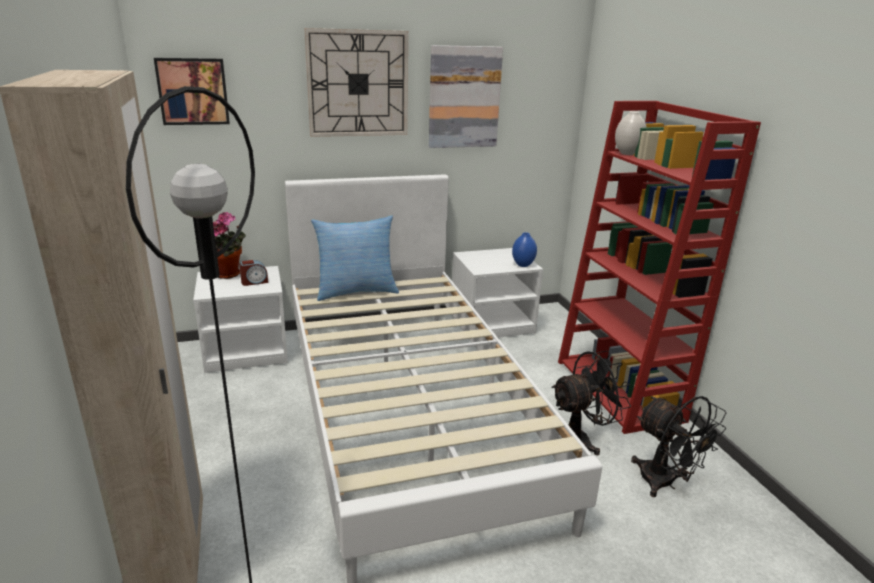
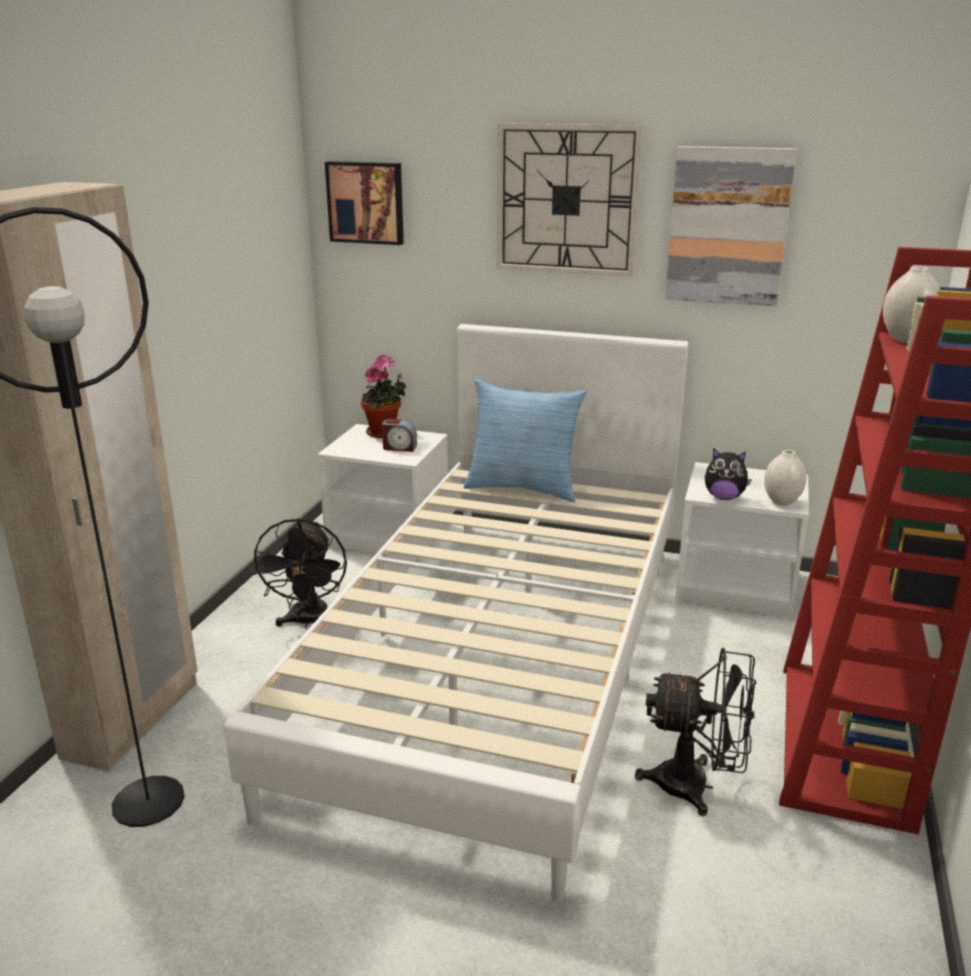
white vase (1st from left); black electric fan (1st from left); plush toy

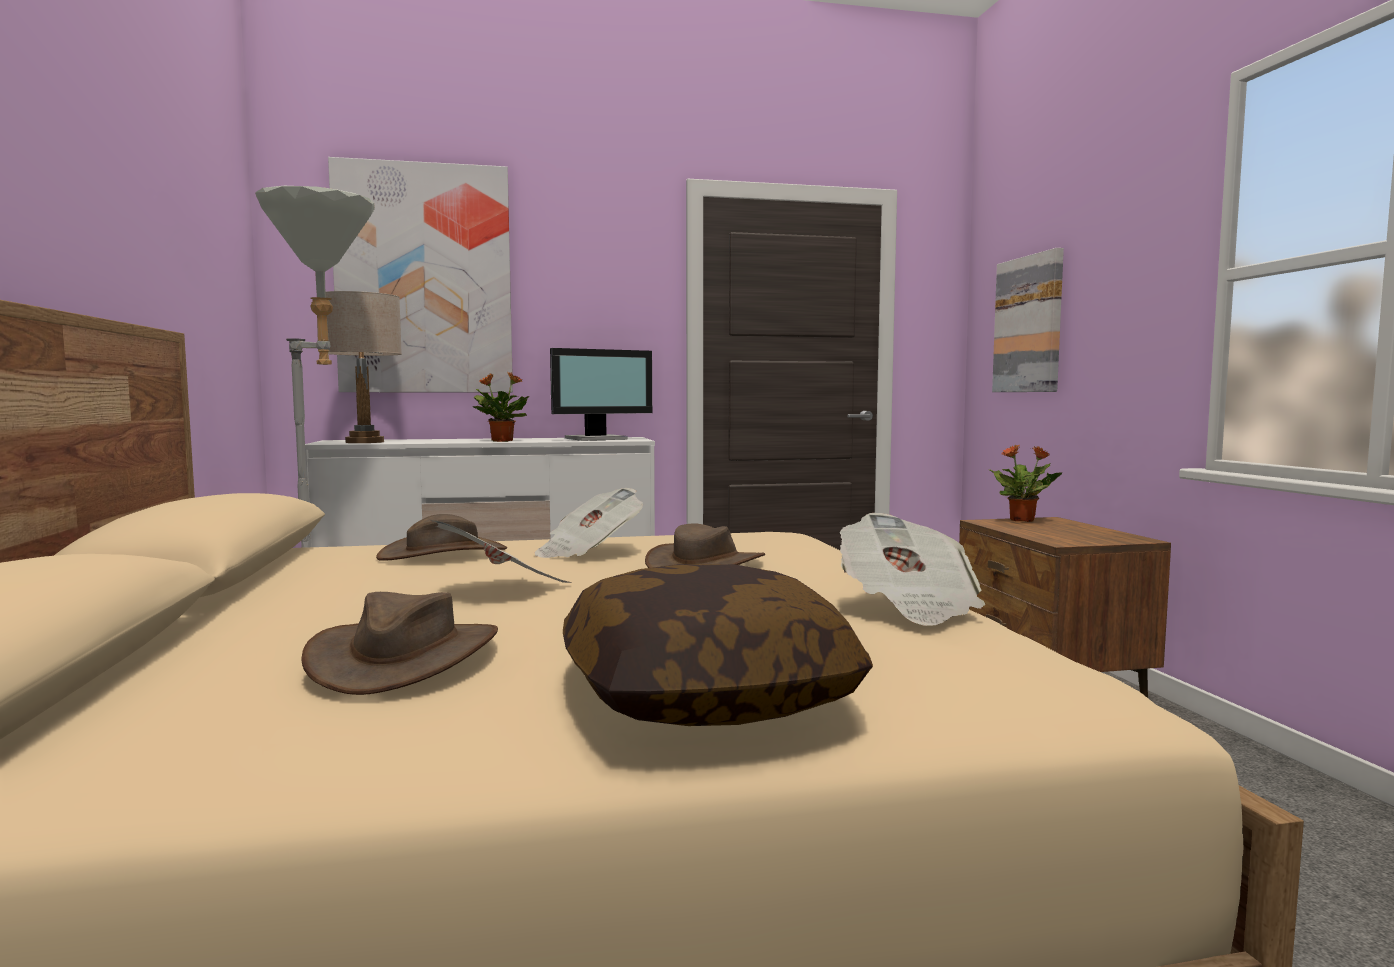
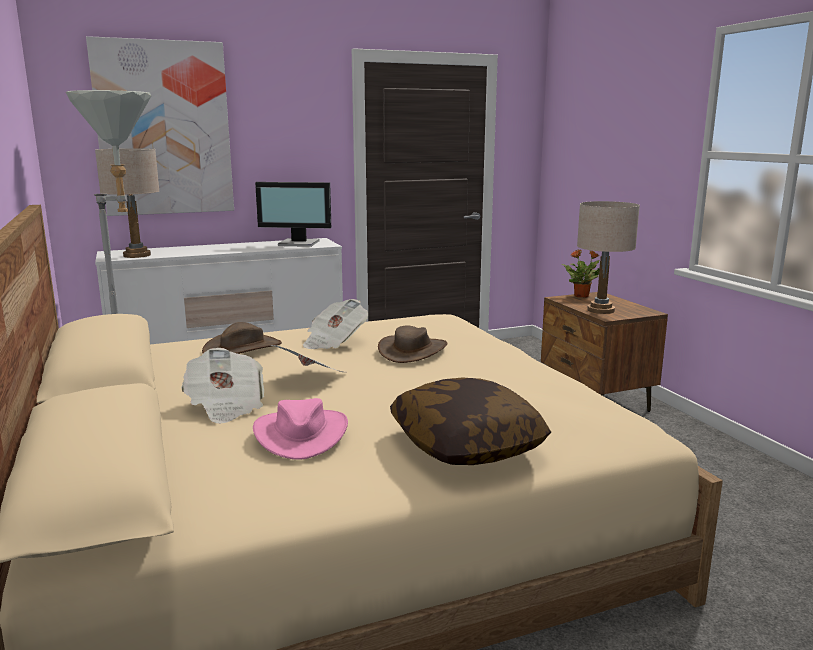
wall art (2nd from left in the first image); computer display; houseplant (1st from left in the first image); printed paper (1st from left); pink hat; sand-coloured lamp for a table (2nd from left)

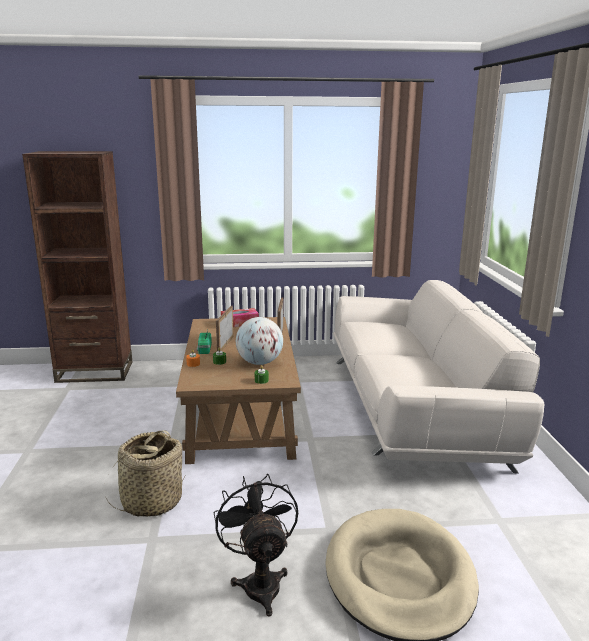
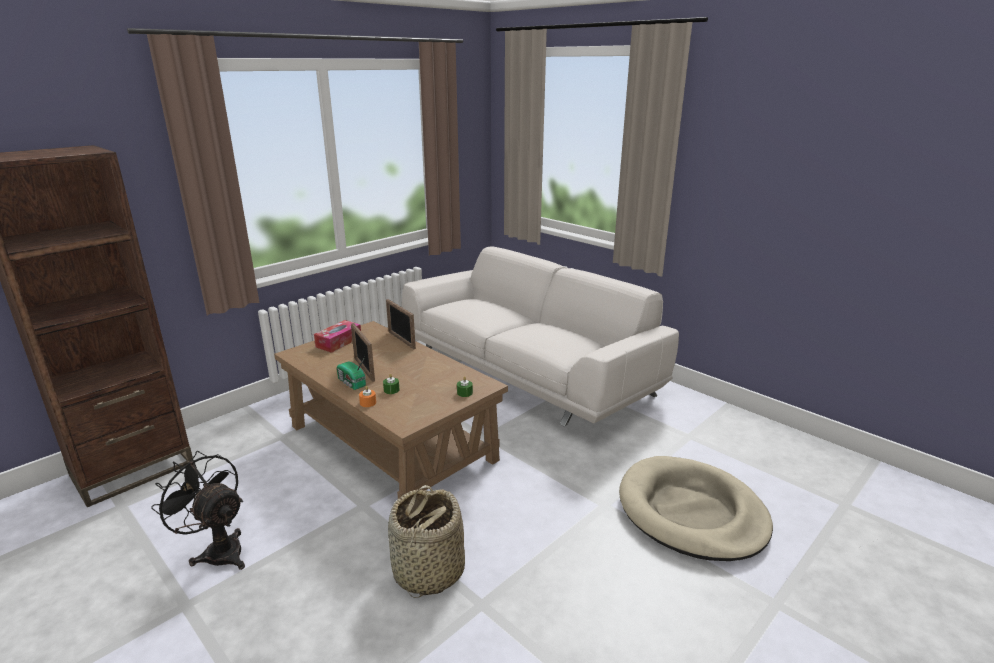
desk globe; black electric fan

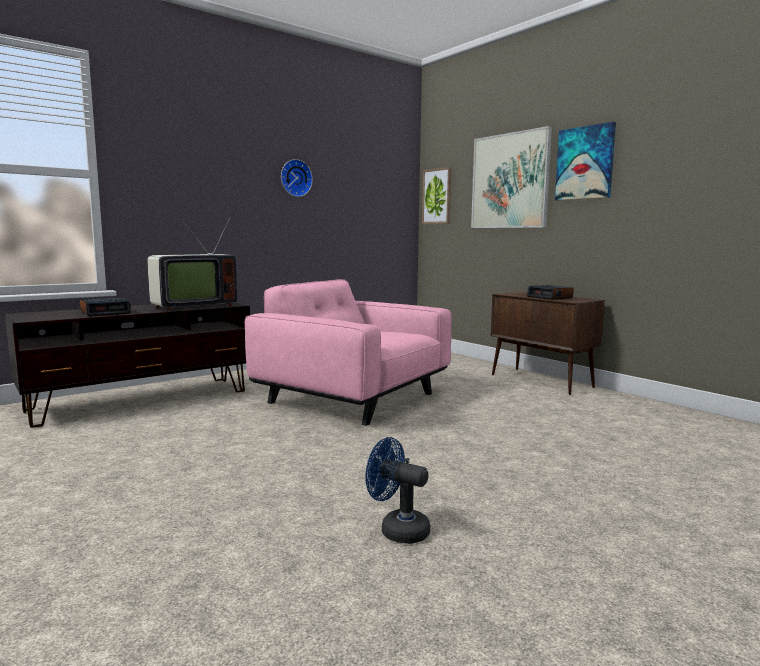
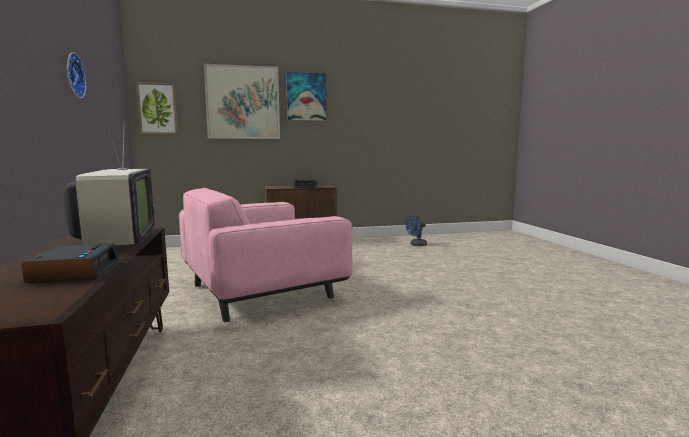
blue-coloured electric fan

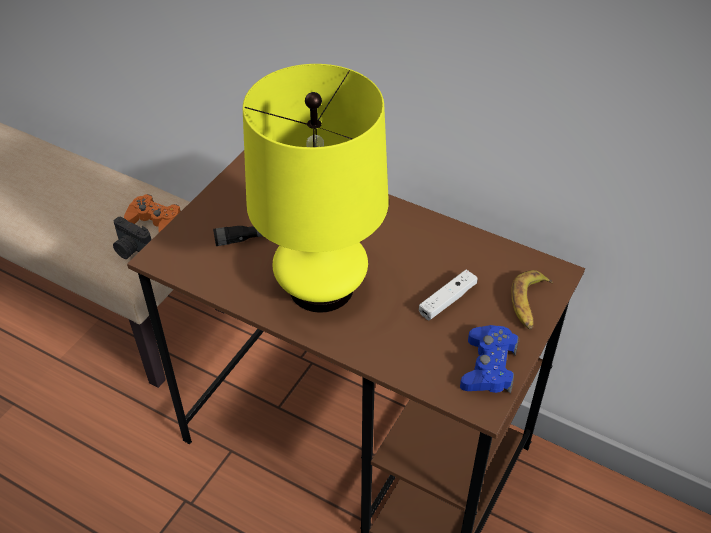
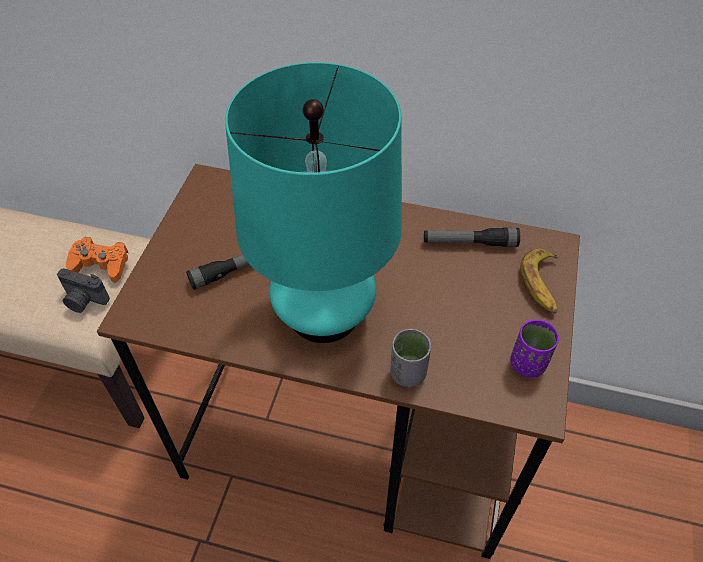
blue-green lamp for a table; white joypad; purple-coloured small cup; hand torch (2nd from left); greyish small cup

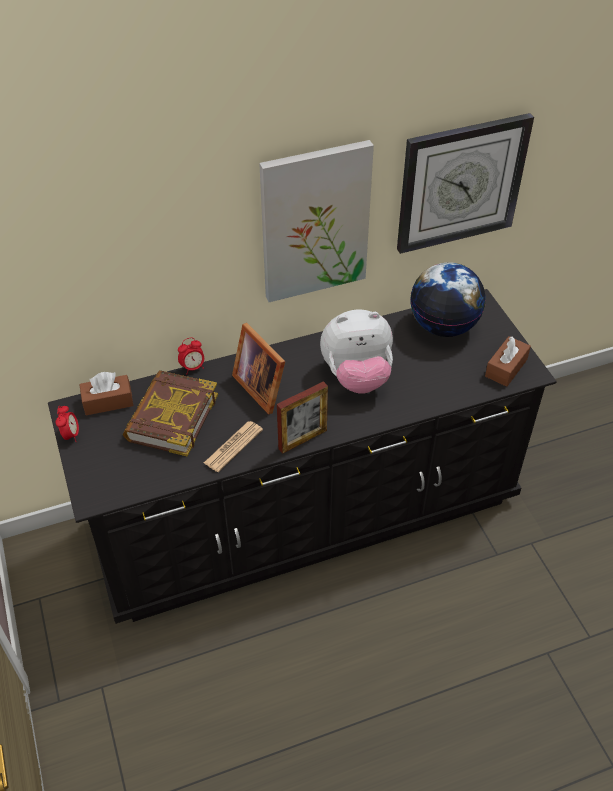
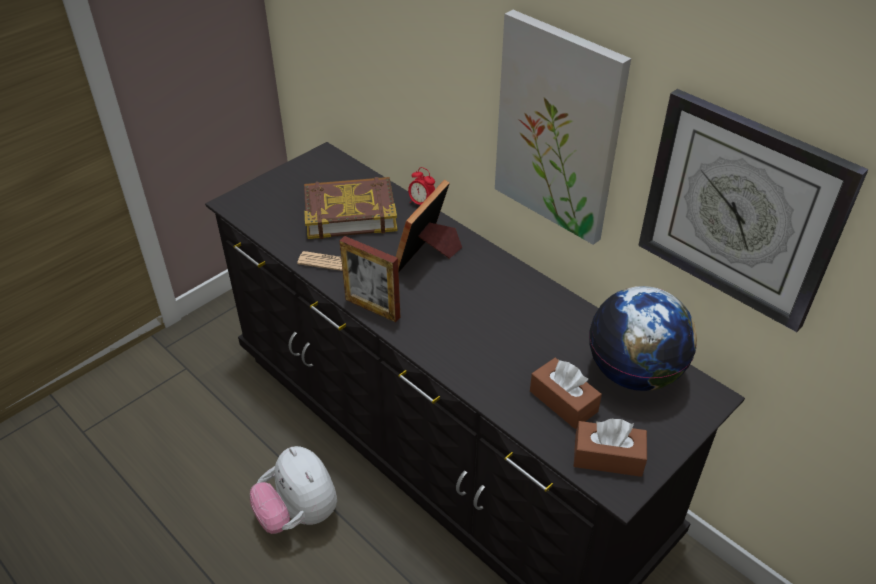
plush toy; brown-coloured box of tissues (1st from left); alarm clock (1st from left in the first image)

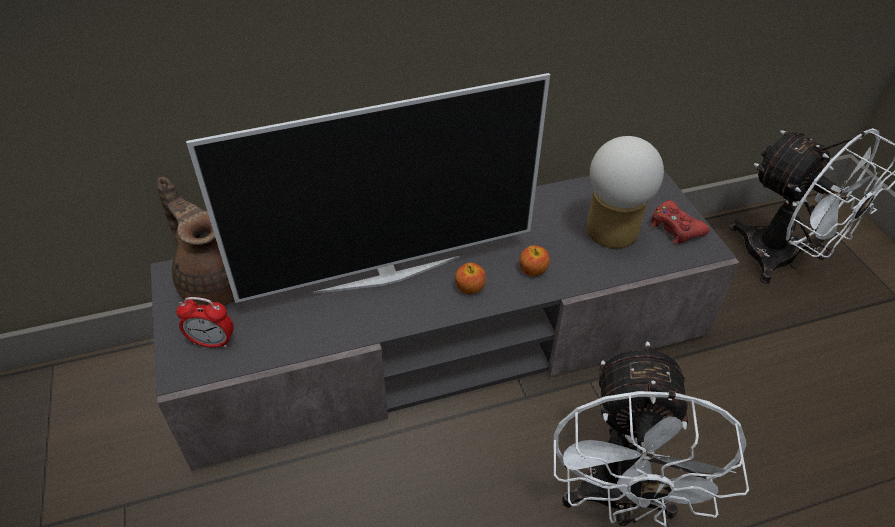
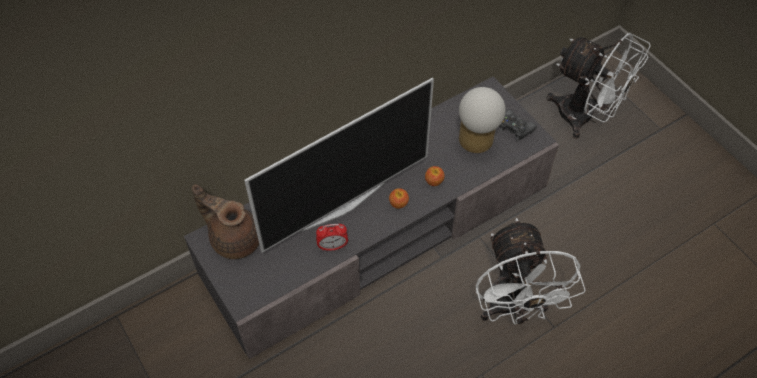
black joypad; alarm clock

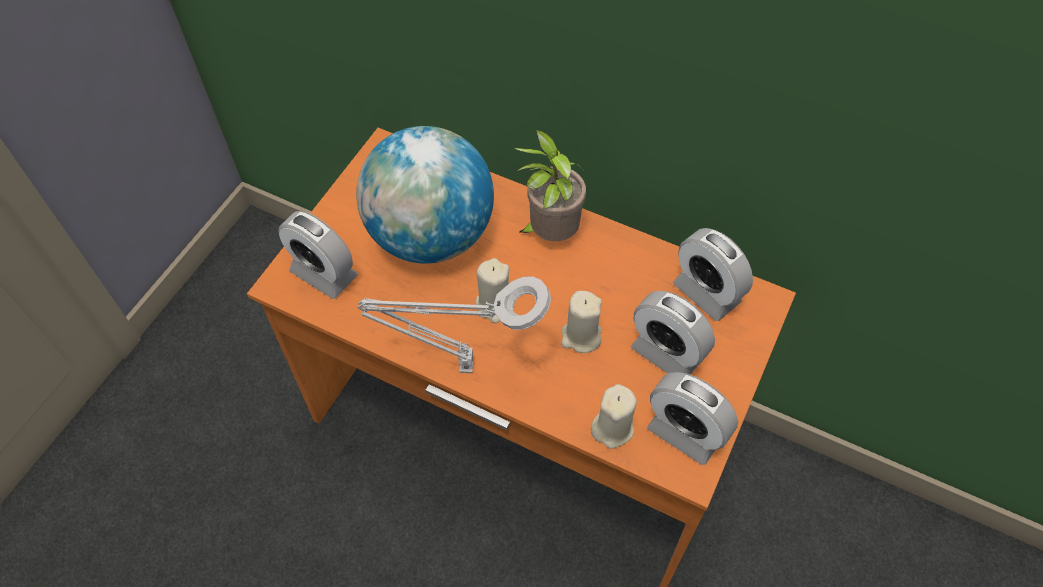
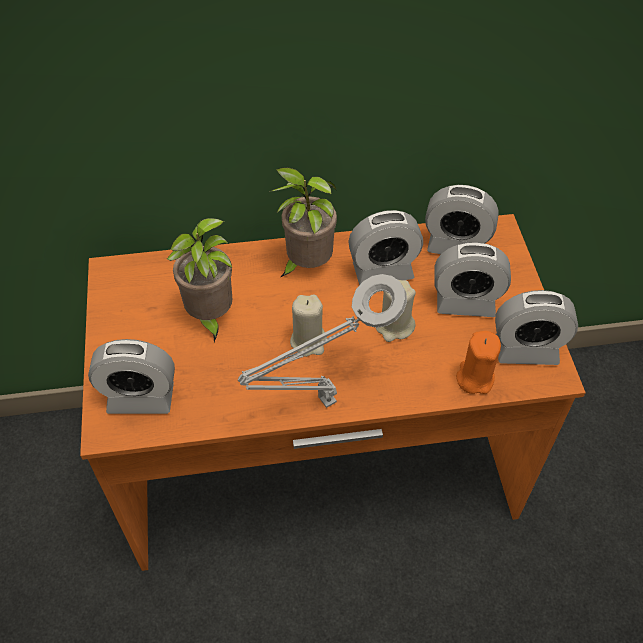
houseplant (1st from left); orange-coloured candle; alarm clock (2nd from left)

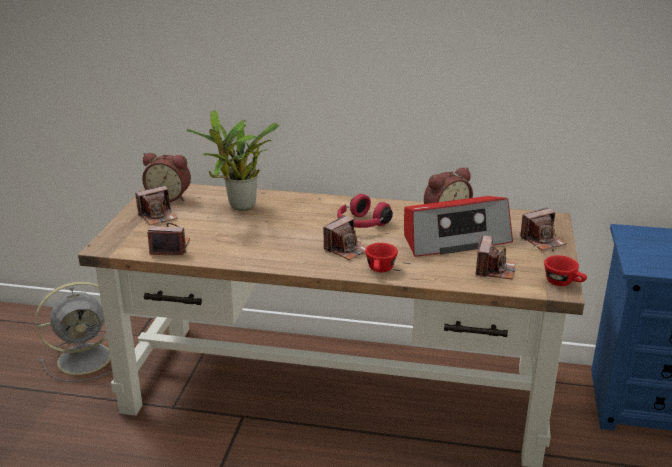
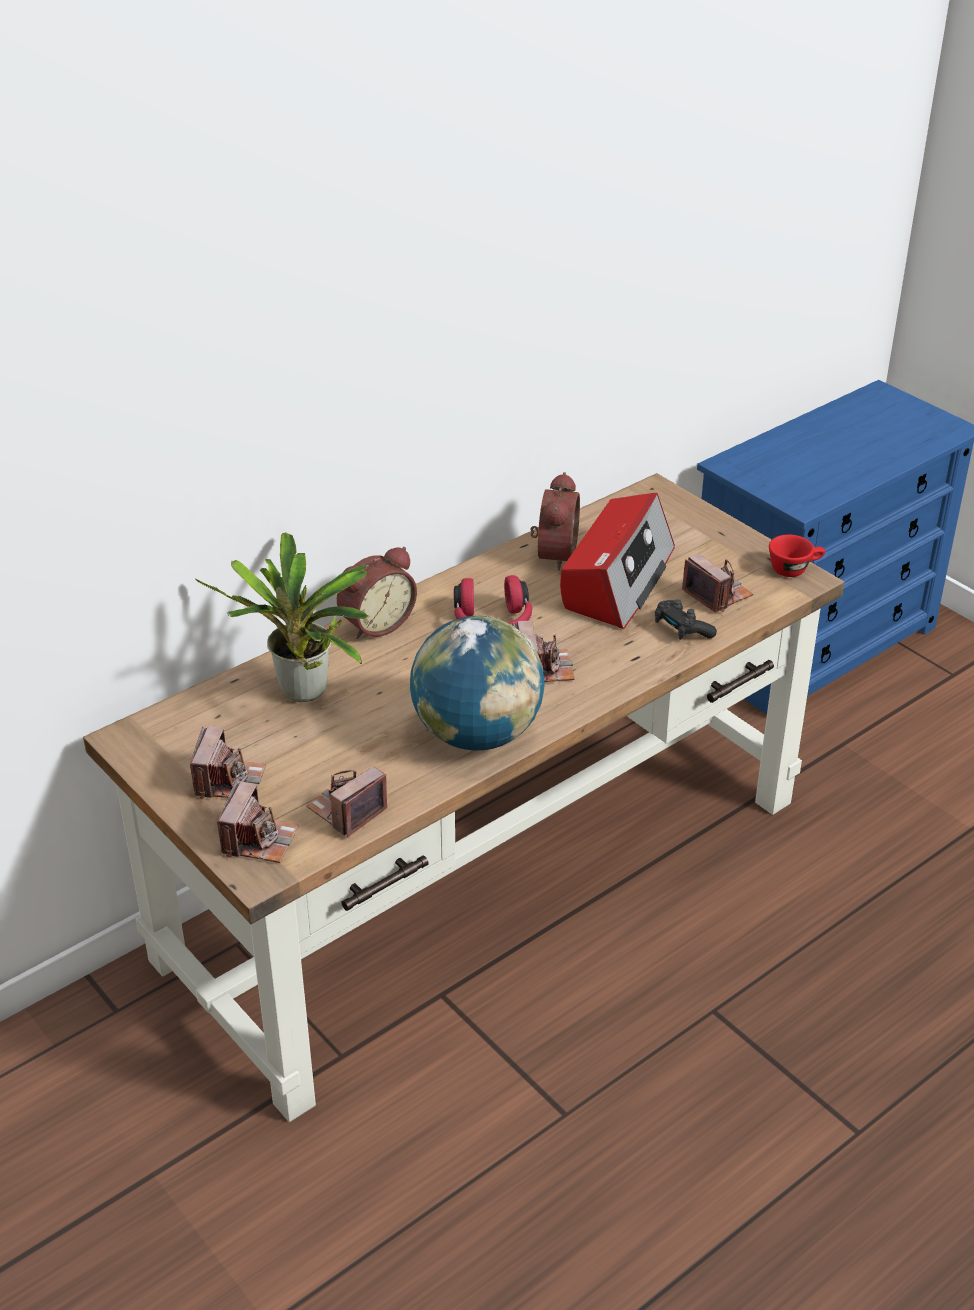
alarm clock (1st from left); photo camera (2nd from left); red small cup (1st from left in the first image); greyish electric fan; black joypad; desk globe

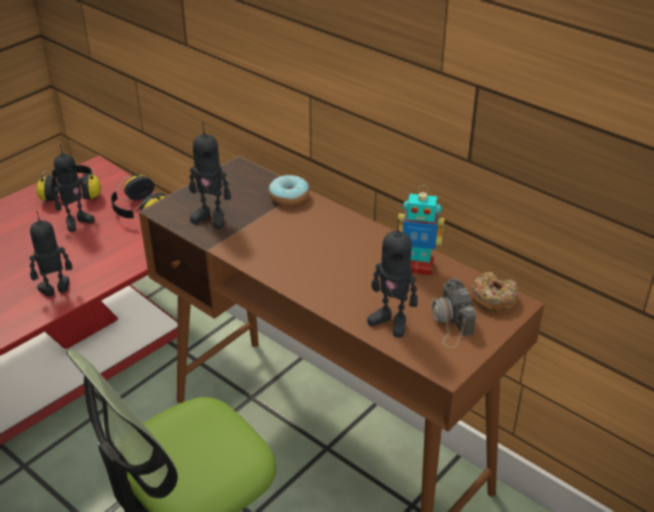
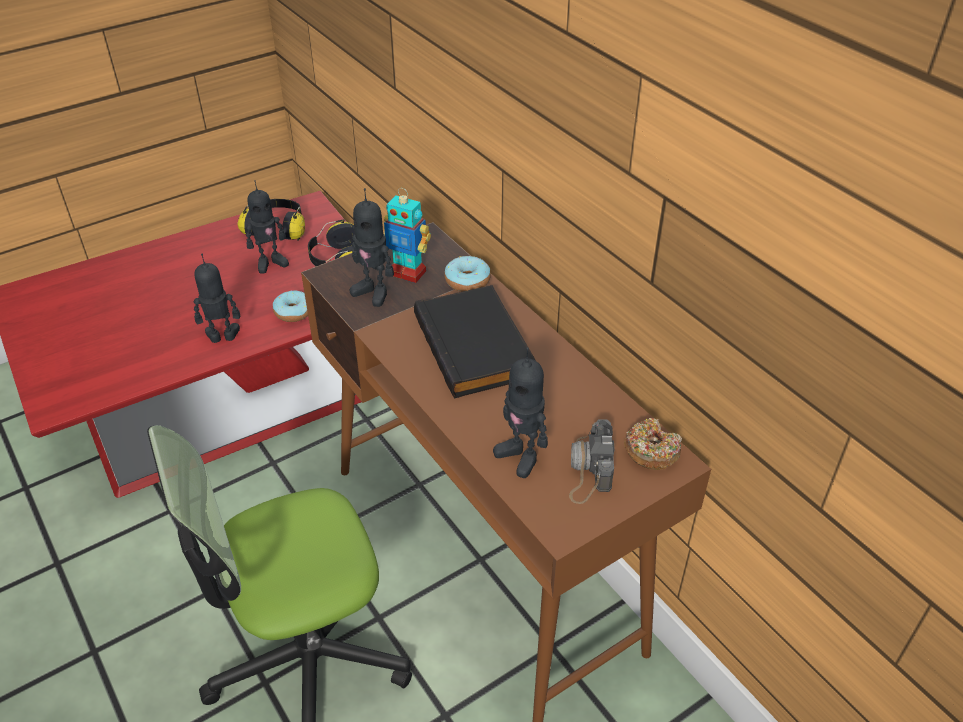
robot figure (4th from left); black book; donut (1st from left)

